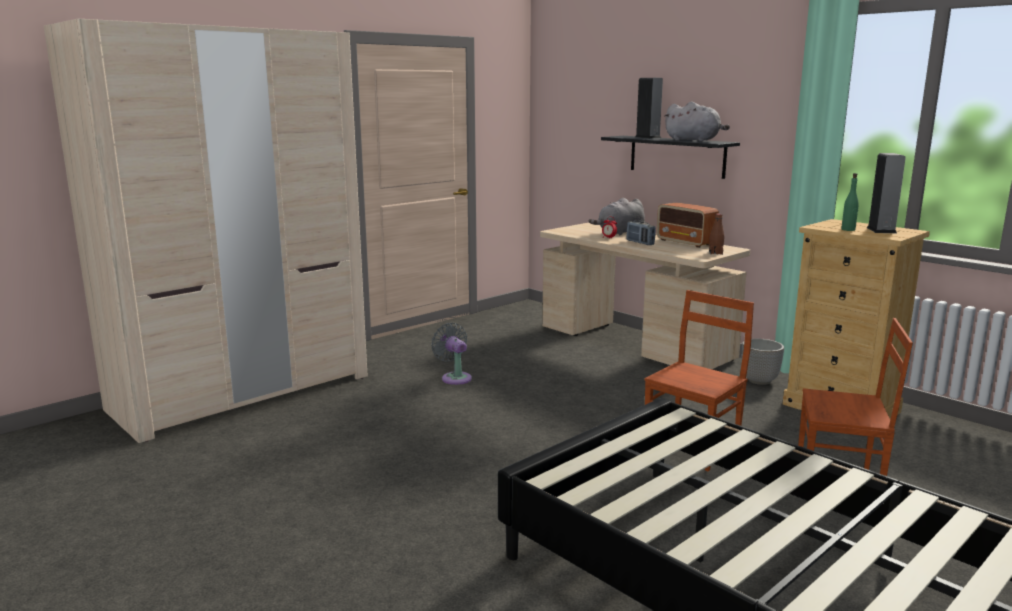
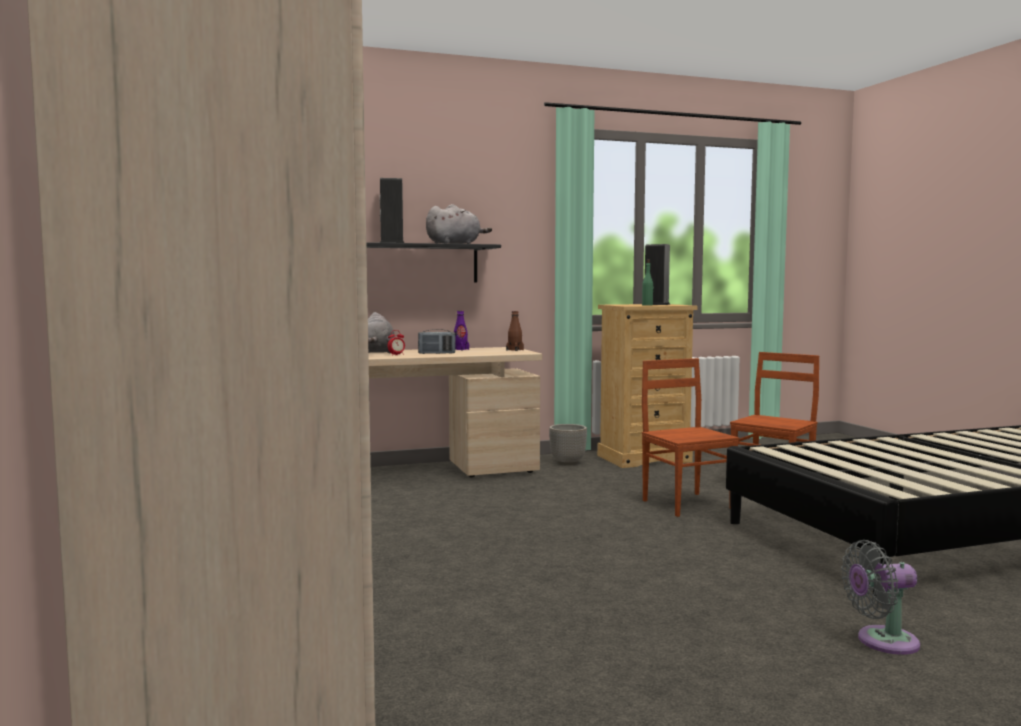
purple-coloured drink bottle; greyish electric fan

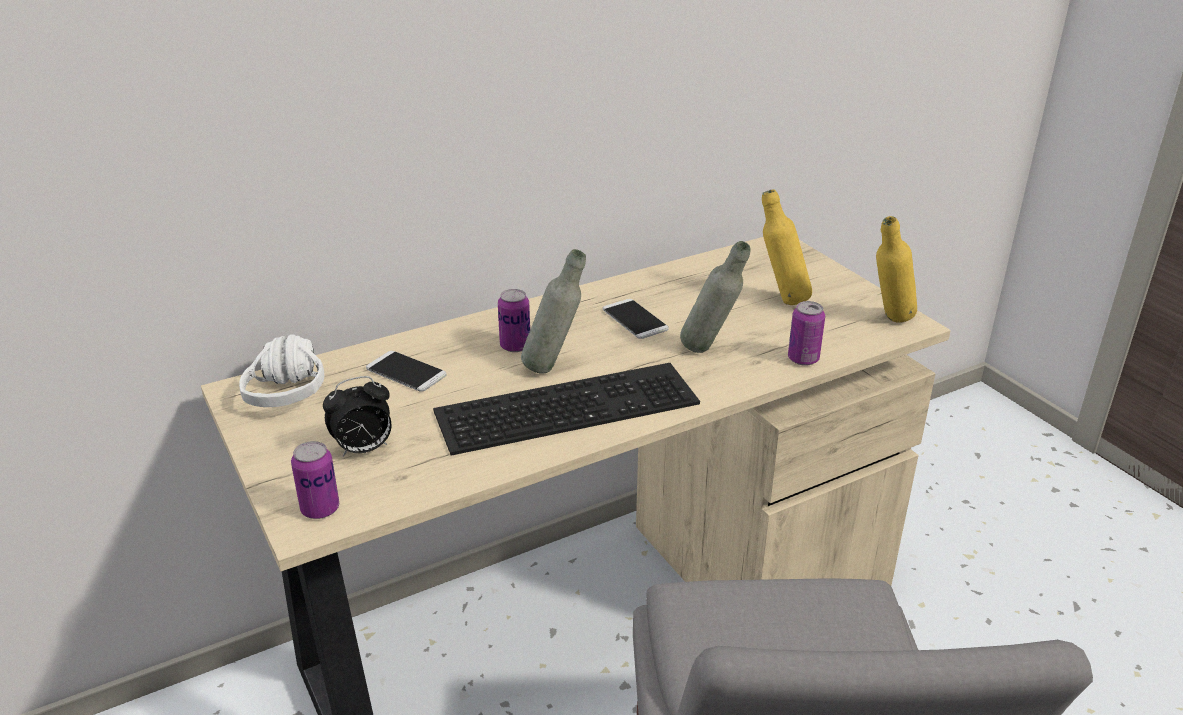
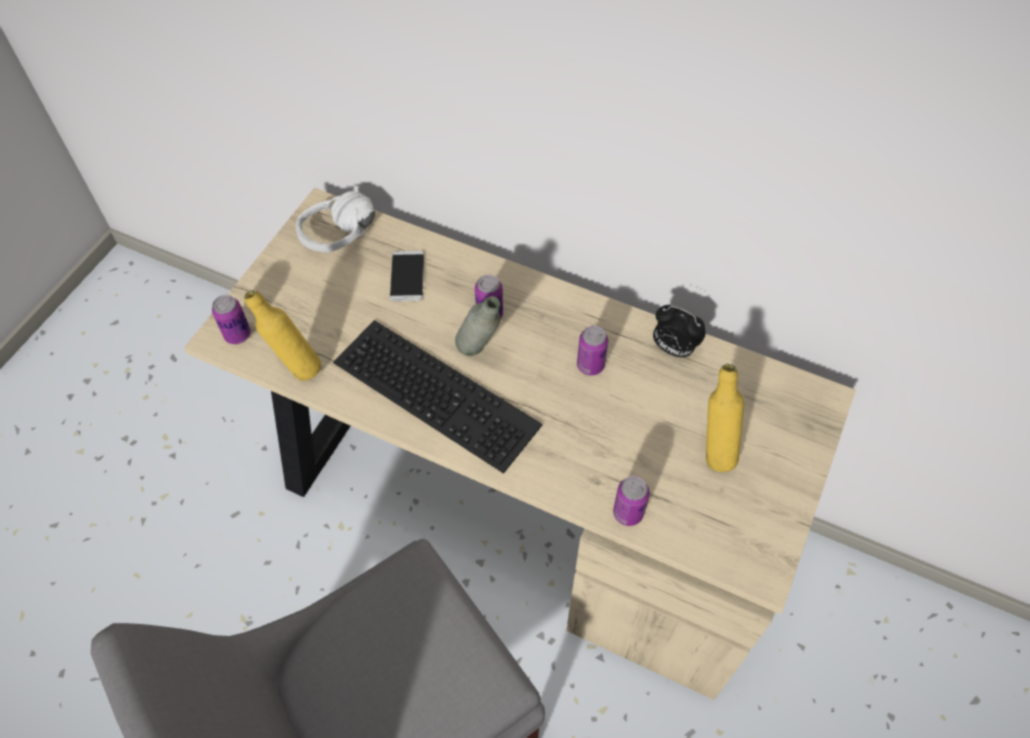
yellowish drink bottle (1st from left); greyish drink bottle (2nd from left in the first image); sealed can (3rd from left); alarm clock

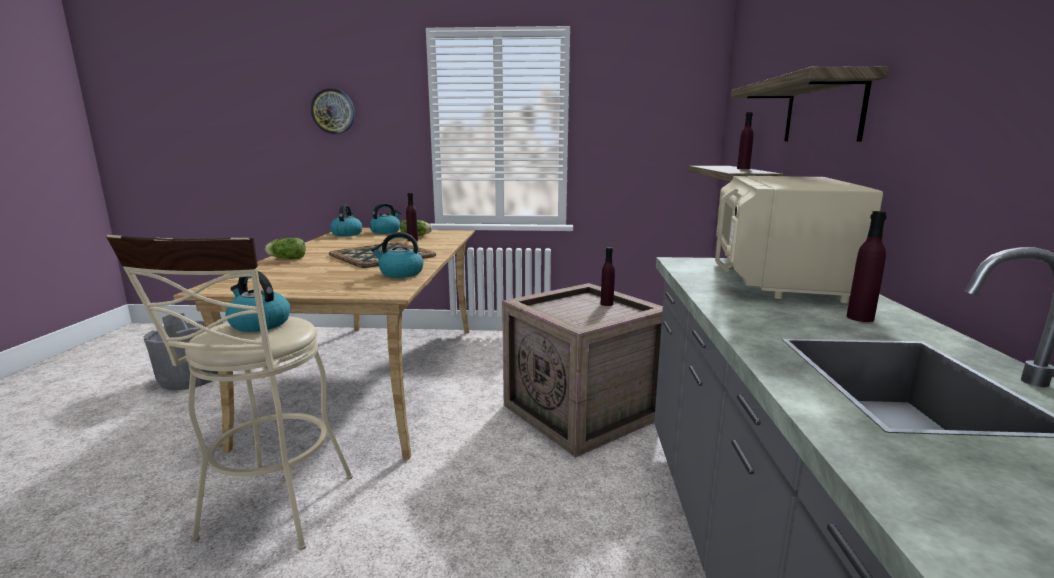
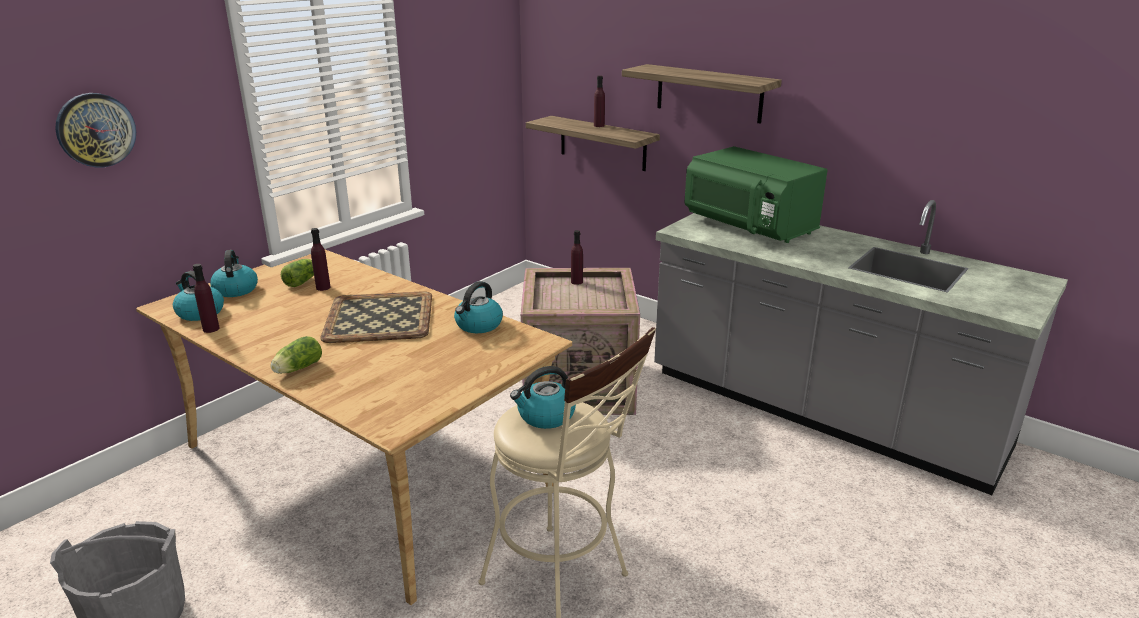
green-coloured microwave; purple-coloured drink bottle (1st from left)

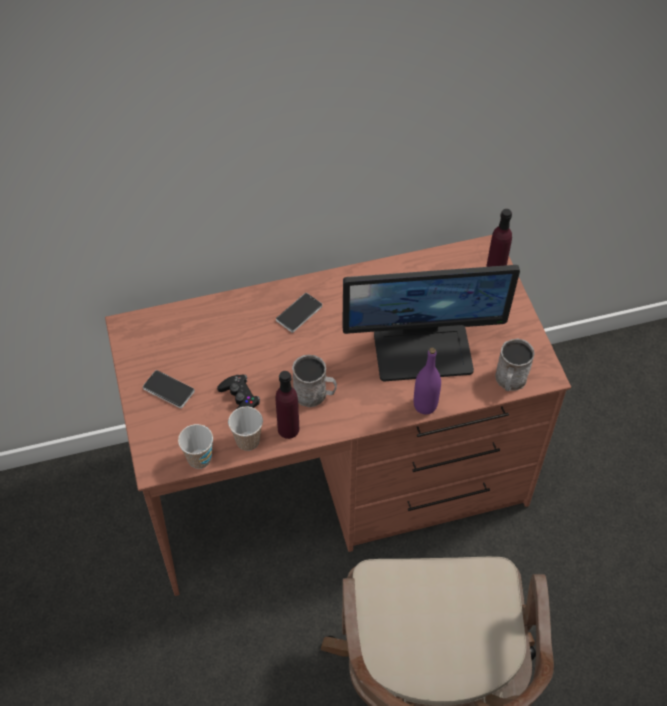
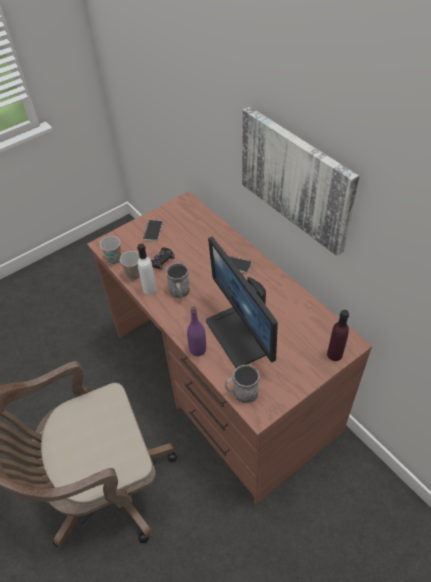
white drink bottle; wall art

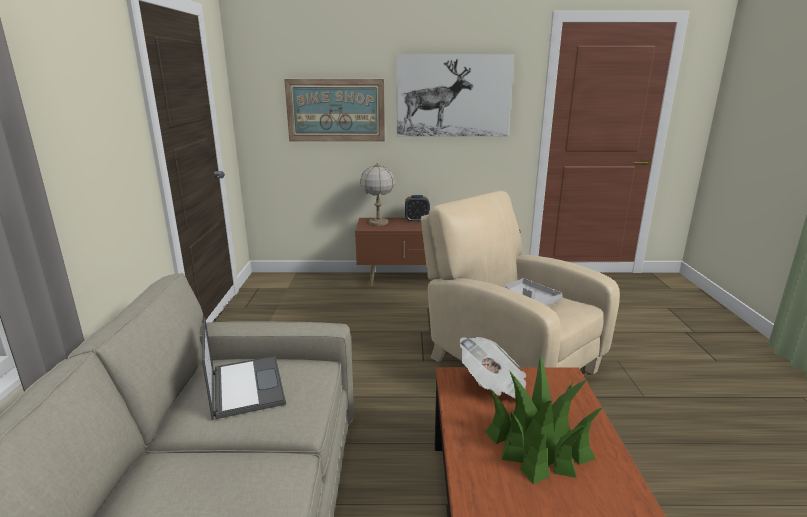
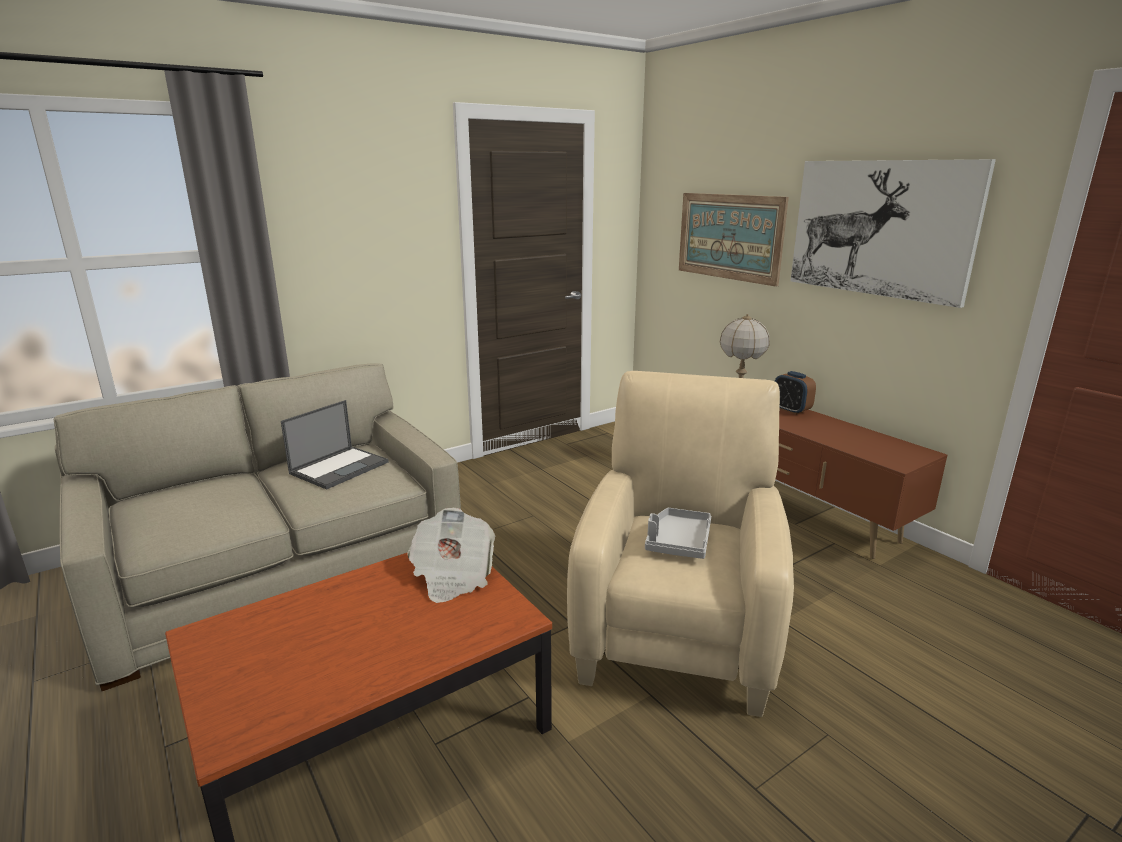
houseplant

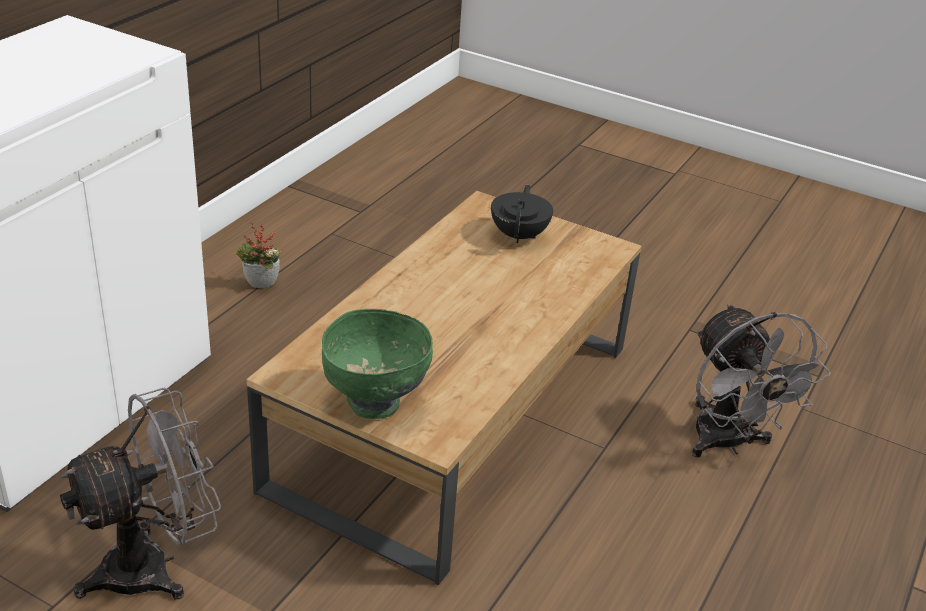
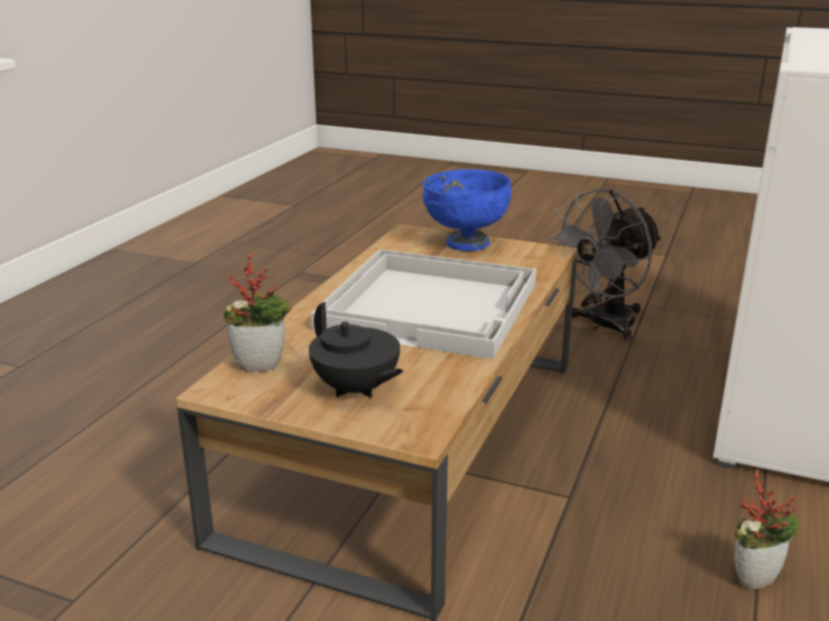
black teapot; greyish electric fan (2nd from left in the first image); blue-coloured deep dish; white tray; houseplant (1st from left)

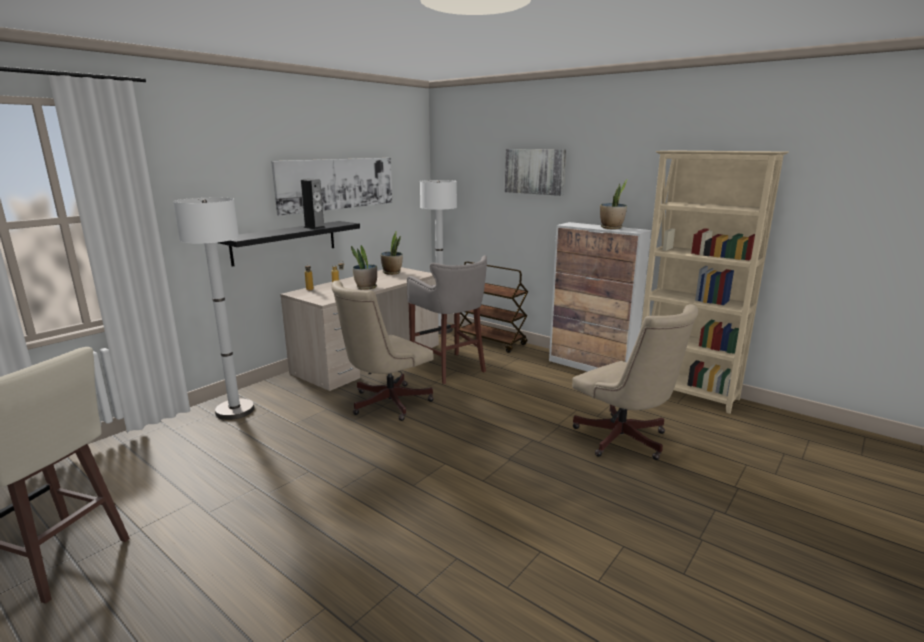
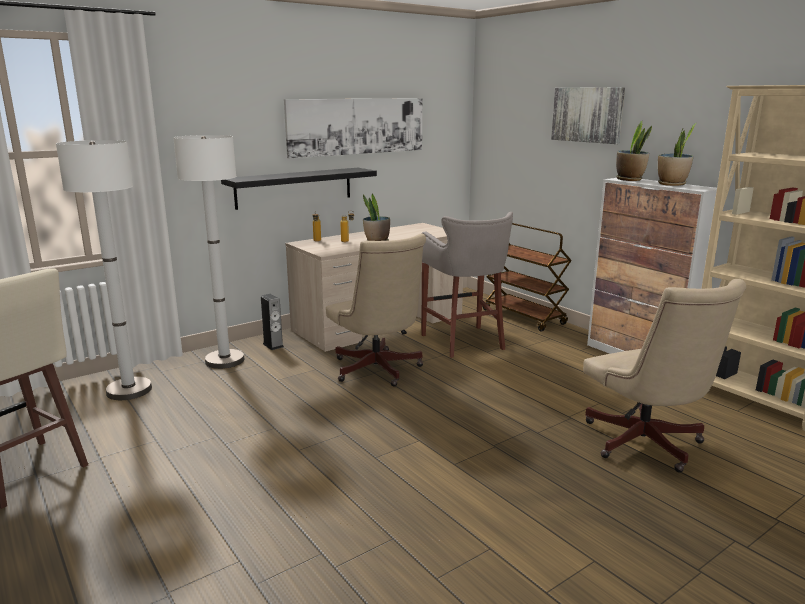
audio speaker; white floor lamp (1st from left); houseplant (2nd from left); sand-coloured computer chair (1st from left)

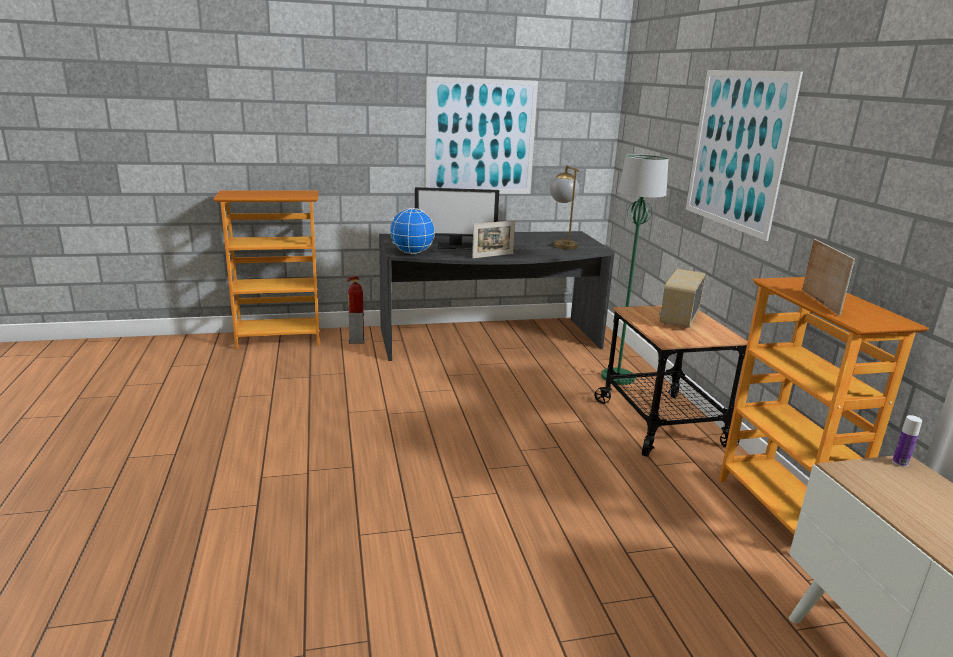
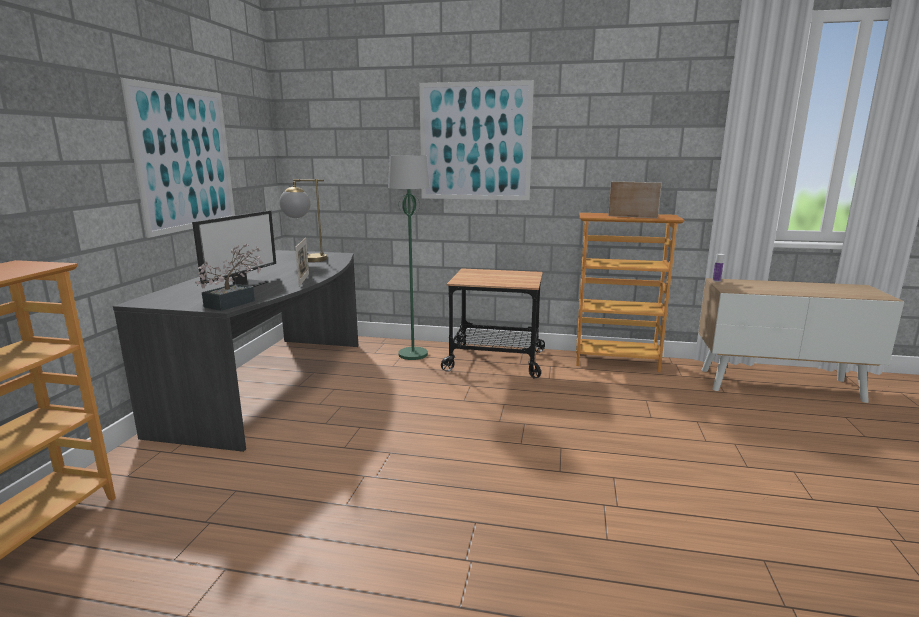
houseplant; radio receiver; extinguisher

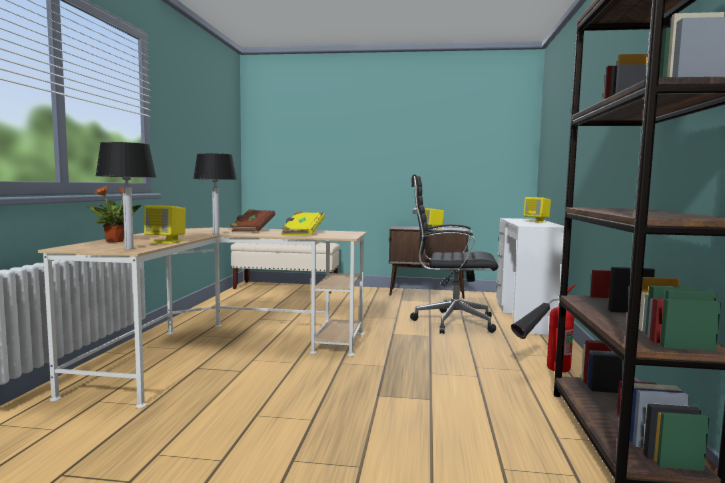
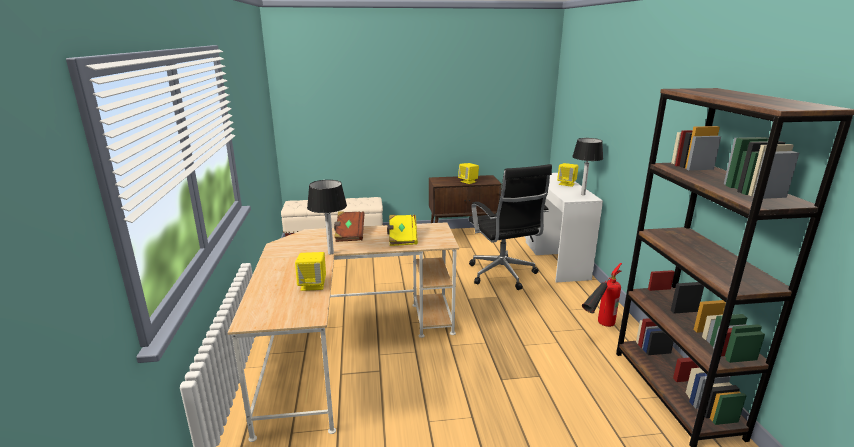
lamp for a table (2nd from left); black computer chair; houseplant

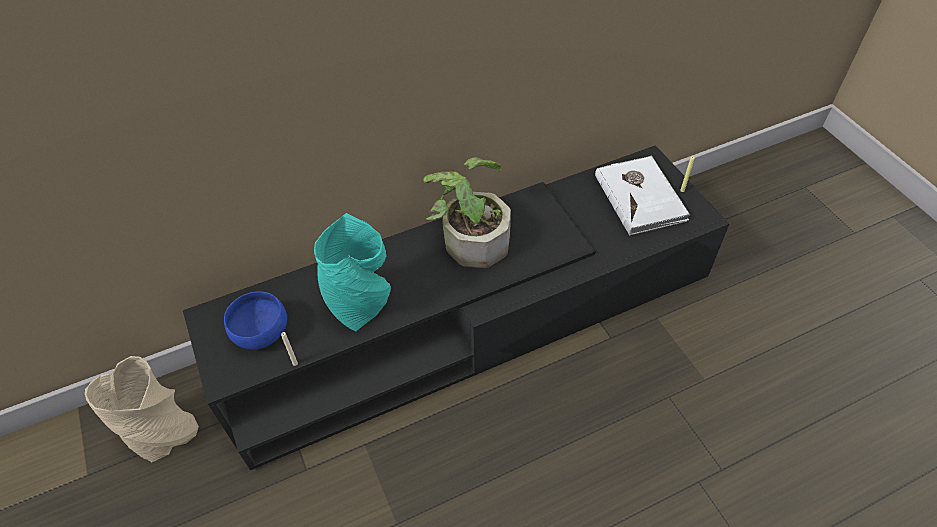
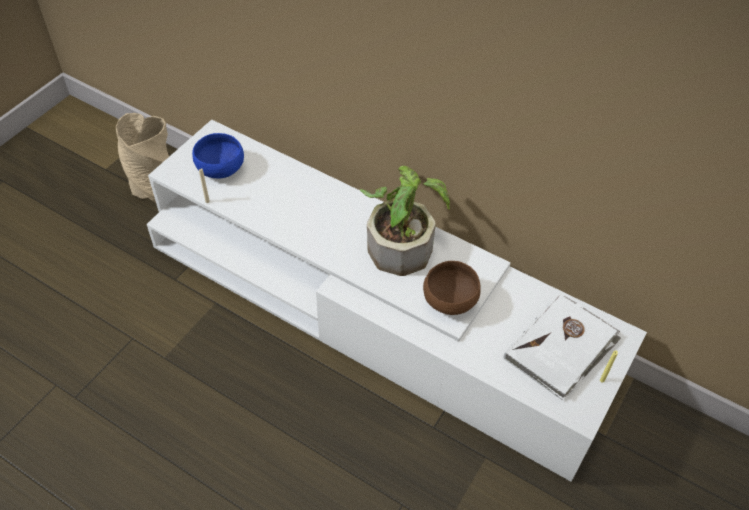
white tv stand; blue-green vase; brown-coloured deep dish

